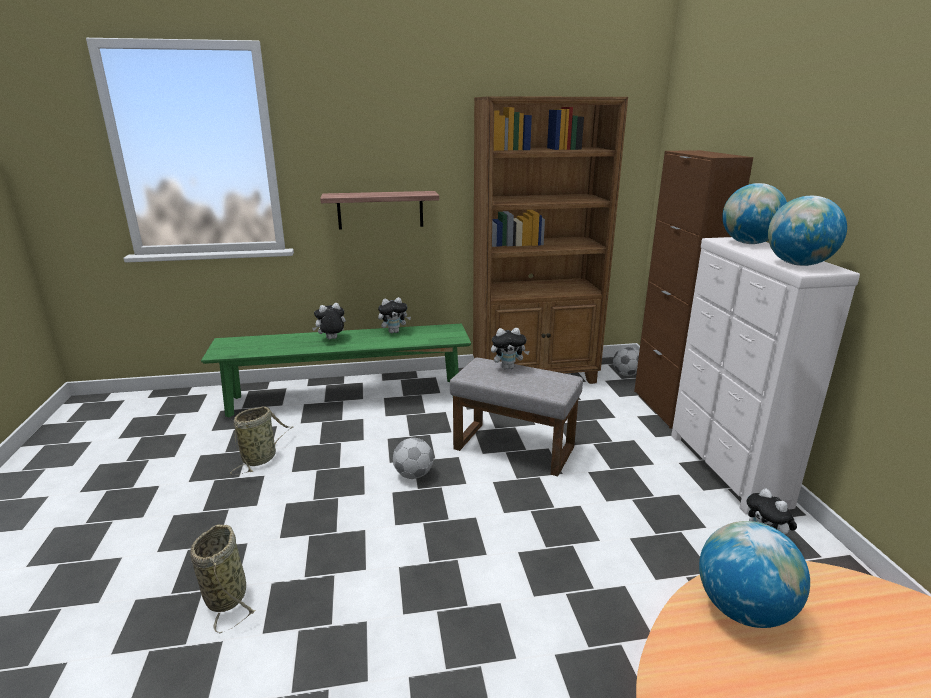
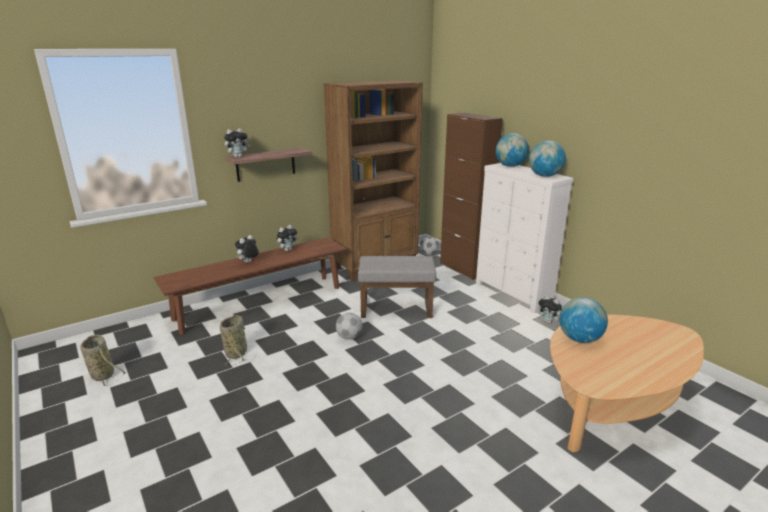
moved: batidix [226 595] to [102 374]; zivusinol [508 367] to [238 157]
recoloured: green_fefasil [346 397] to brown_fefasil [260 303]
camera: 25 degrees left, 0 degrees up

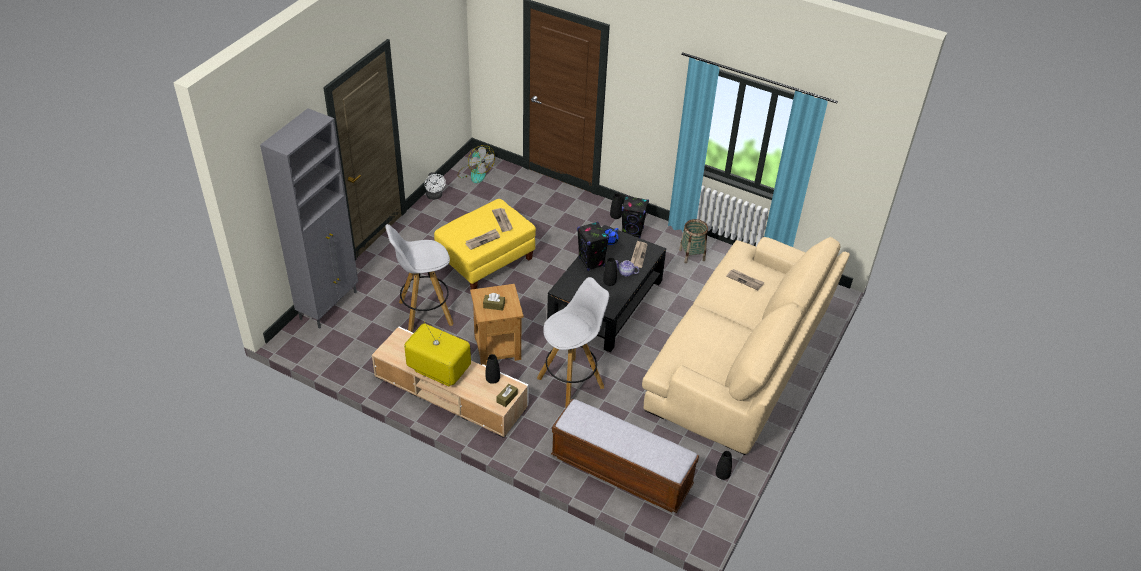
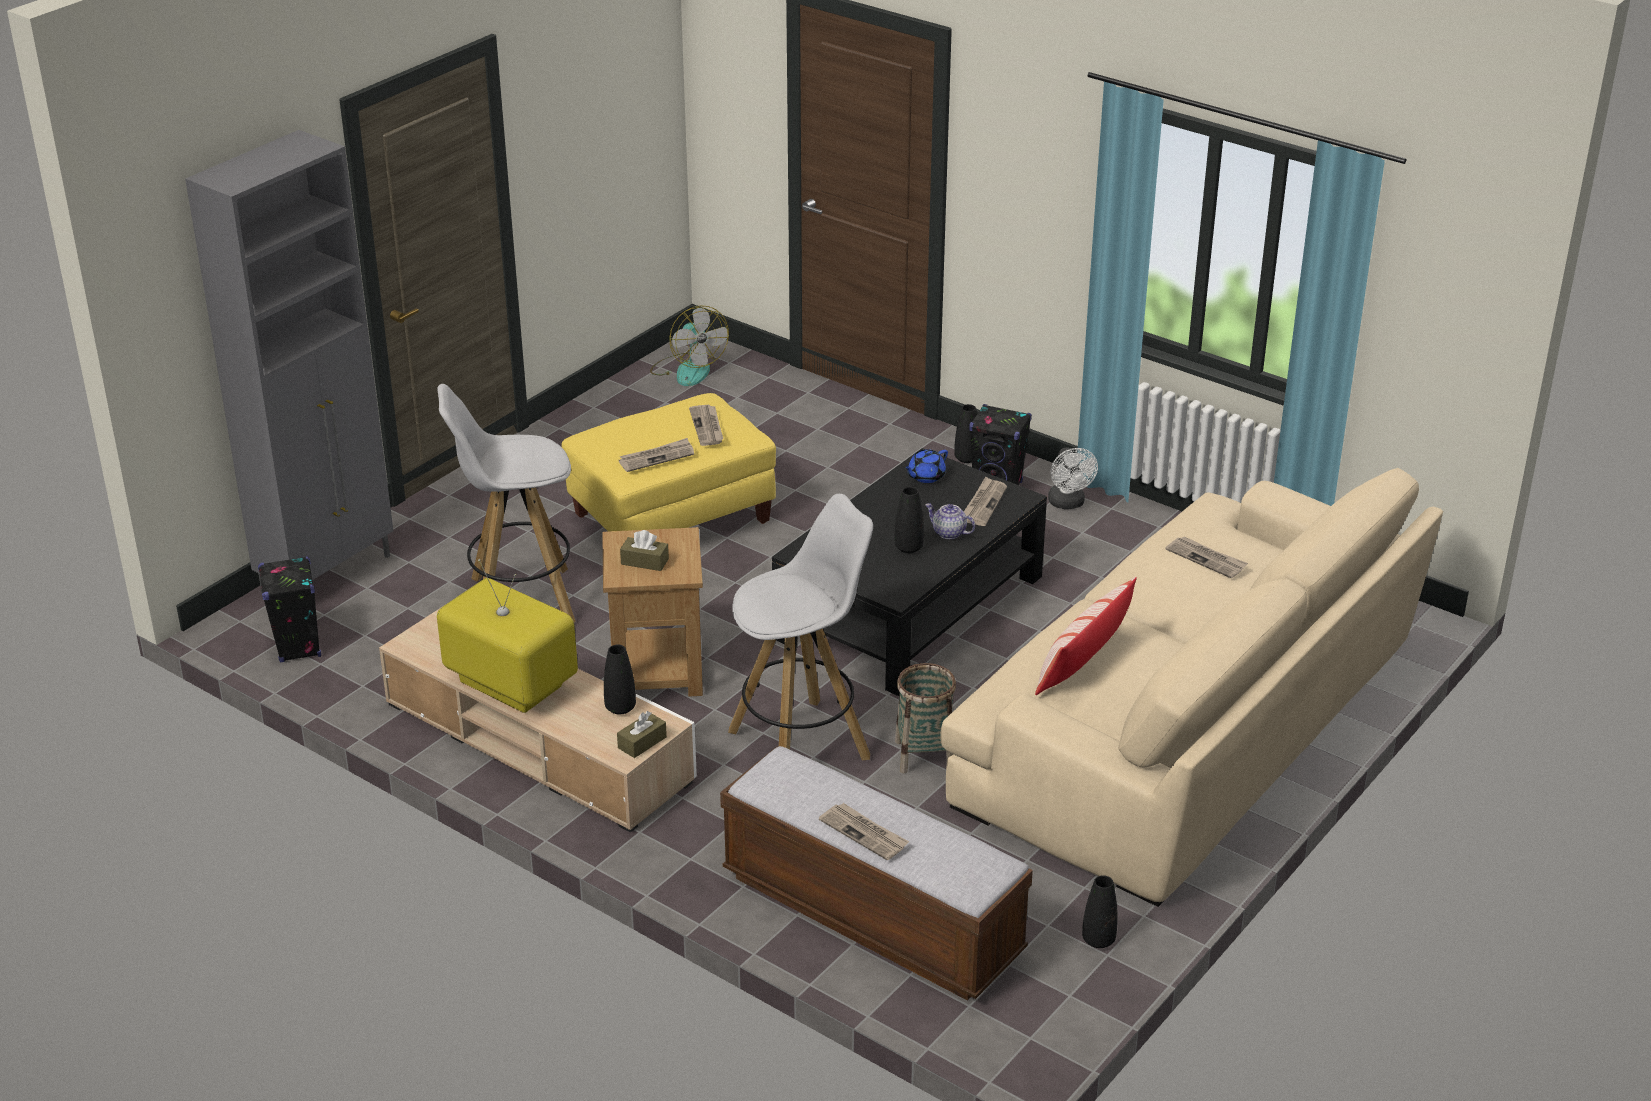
added: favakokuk [864 833]; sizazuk [1083 662]
moved: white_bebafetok [435 196] to [1068 504]; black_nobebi [591 262] to [298 647]; batidix [692 255] to [924 755]
camera: 10 degrees right, 10 degrees down

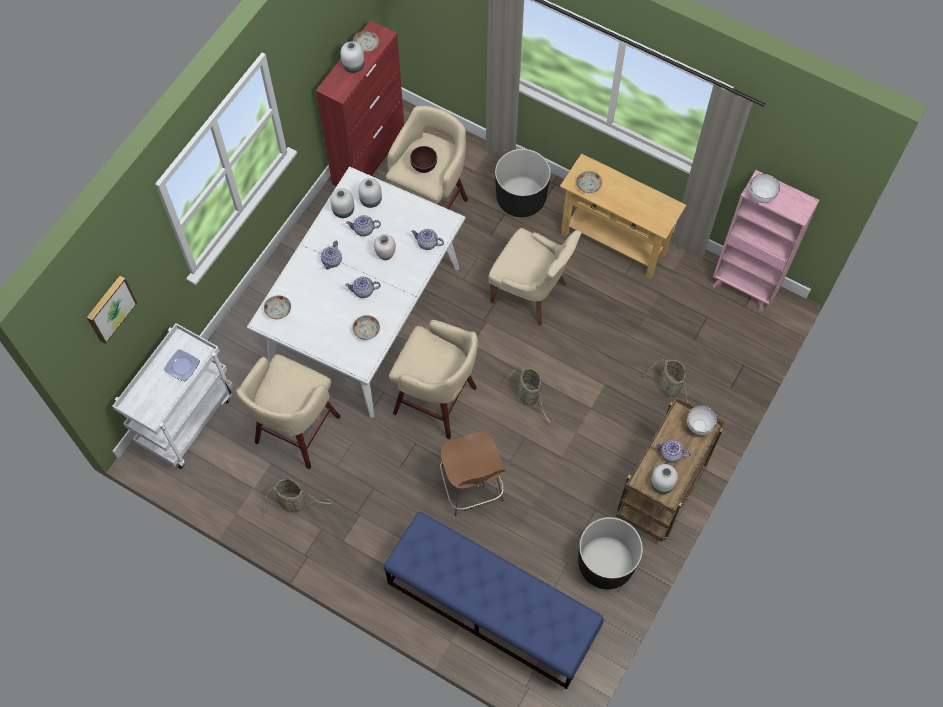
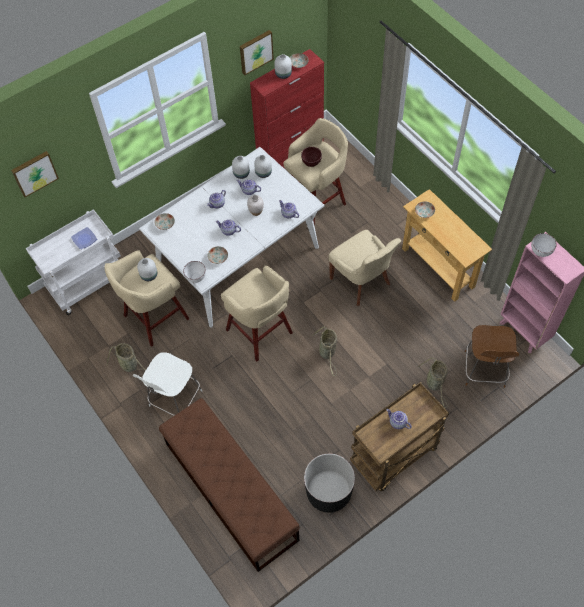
removed: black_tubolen [521 198]
added: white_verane [174 400]; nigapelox [255 51]
moved: brown_verane [472 488] to [484 371]; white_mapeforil [662 483] to [149 275]; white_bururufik [698 427] to [195 278]
recoloured: blue_fefasil [491 608] to brown_fefasil [230 491]
camera: 25 degrees right, 5 degrees down

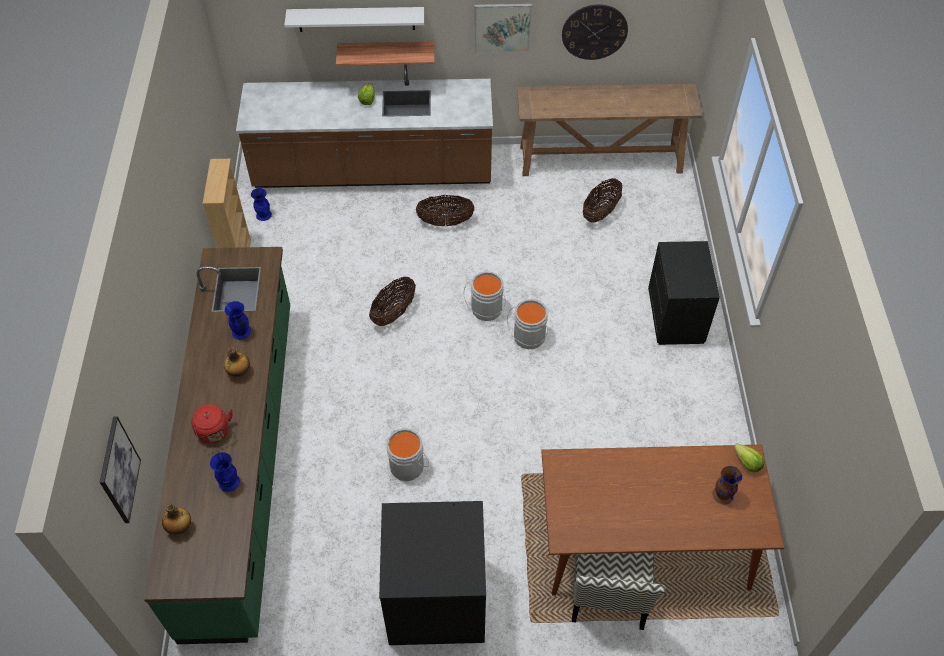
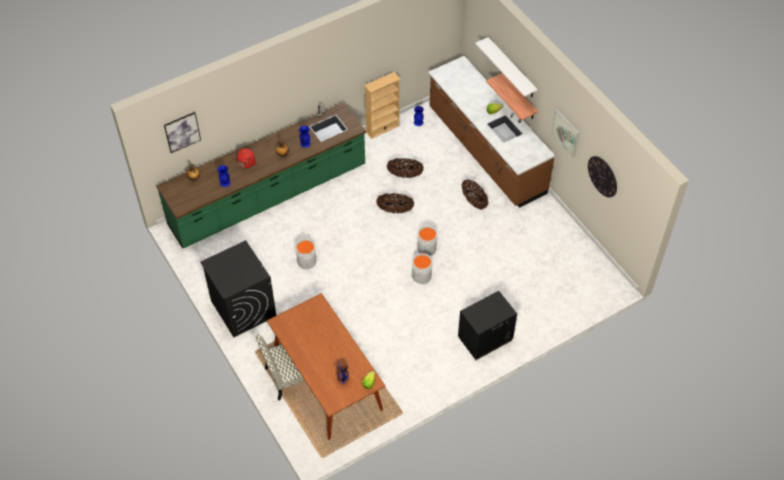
removed: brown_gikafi [601 159]
moved: batidix [600 212] to [405 174]
camera: 60 degrees right, 0 degrees up

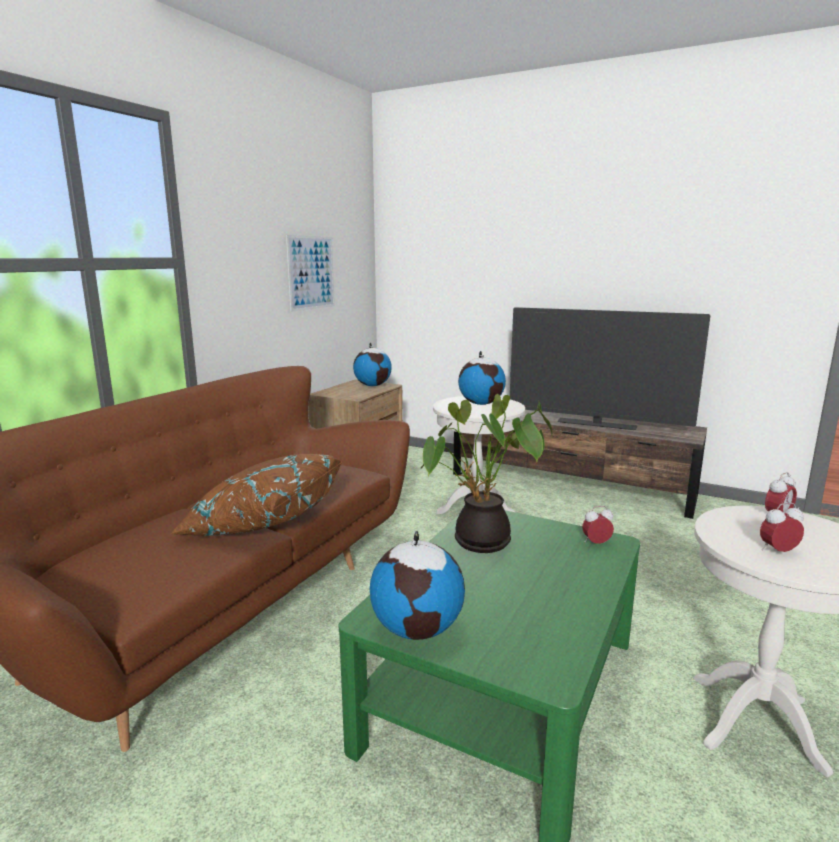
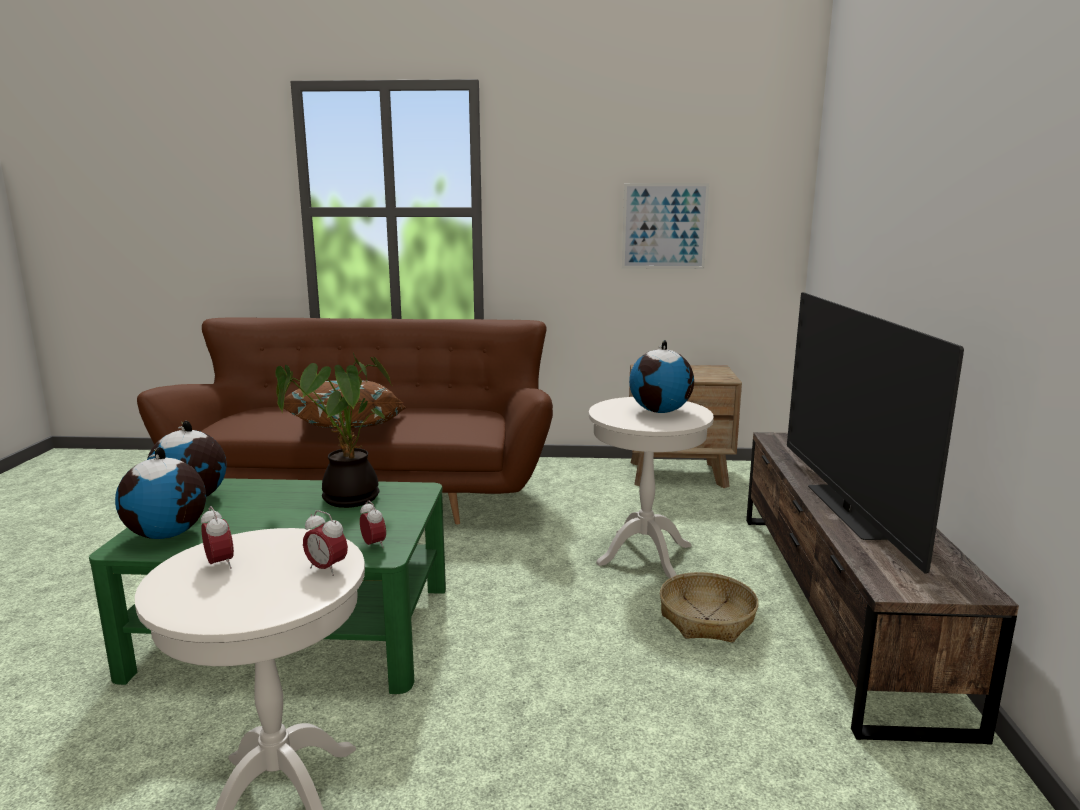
added: batidix [707 619]
moved: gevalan [373 385] to [168 534]
camera: 65 degrees right, 0 degrees up

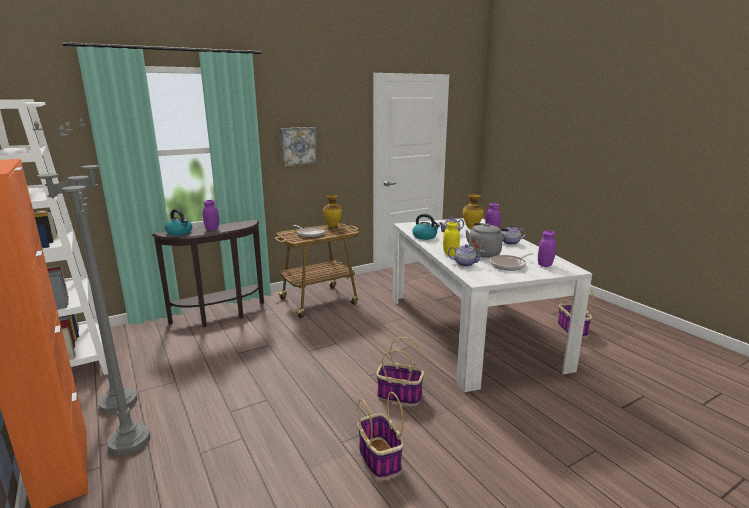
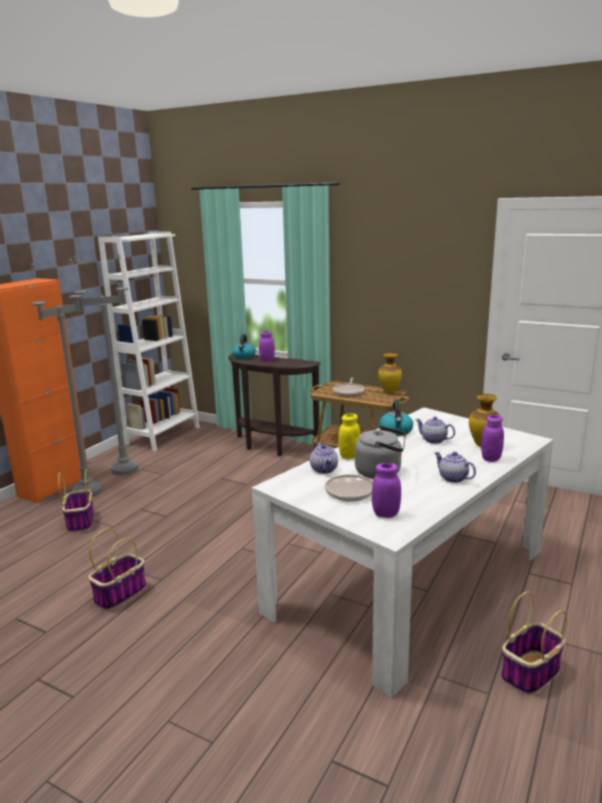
removed: nigapelox [298 146]
moved: batidix [398 395] to [80 521]
camera: 60 degrees right, 0 degrees up

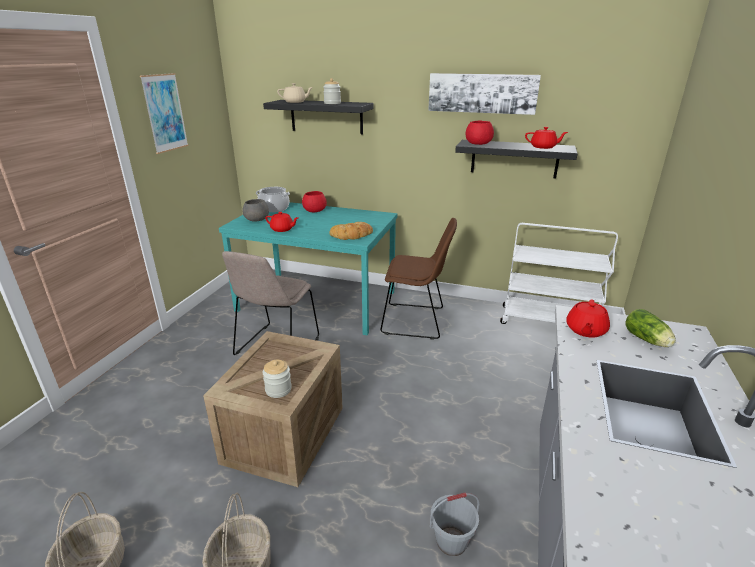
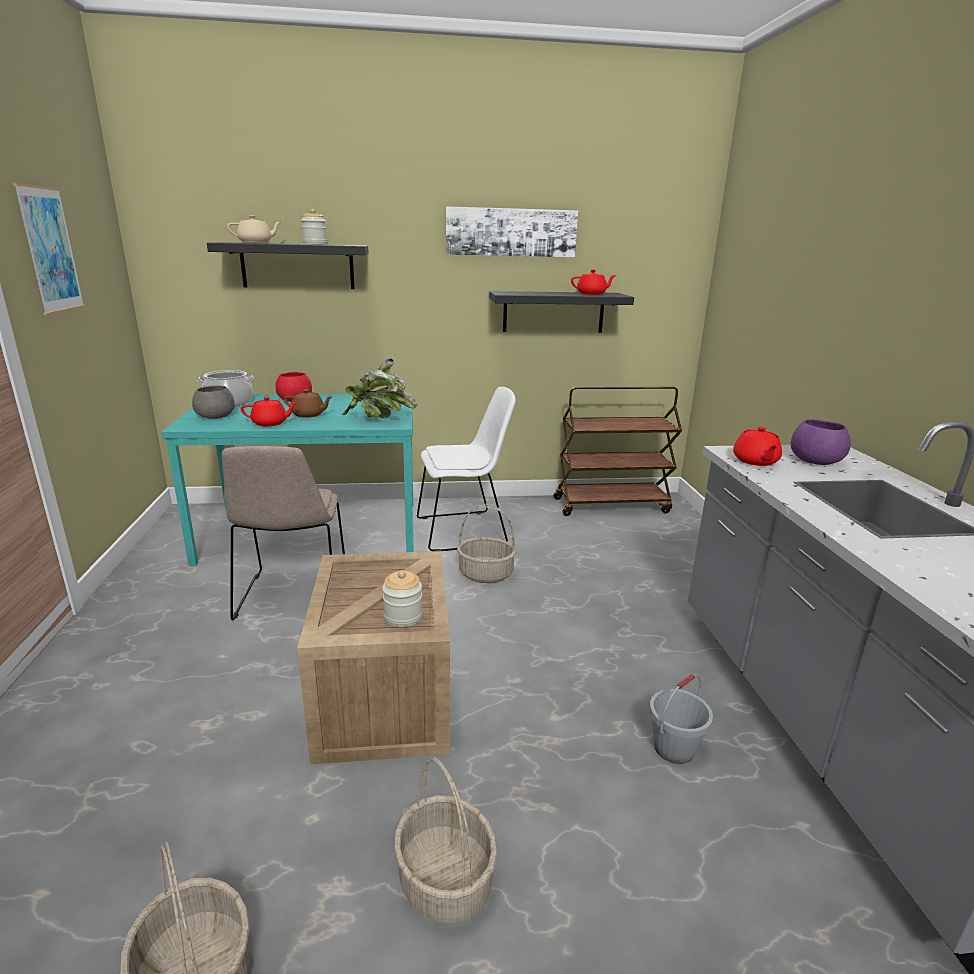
removed: red_bururufik [478 143]
added: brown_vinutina [308 415]; batidix [486 574]
replaced: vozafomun [352 235] to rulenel [379 420]; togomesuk [647 340] to purple_bururufik [814 460]
recoloured: brown_verane [416 321] to white_verane [464 531]; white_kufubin [548 321] to brown_kufubin [611 505]
camera: 25 degrees left, 5 degrees down

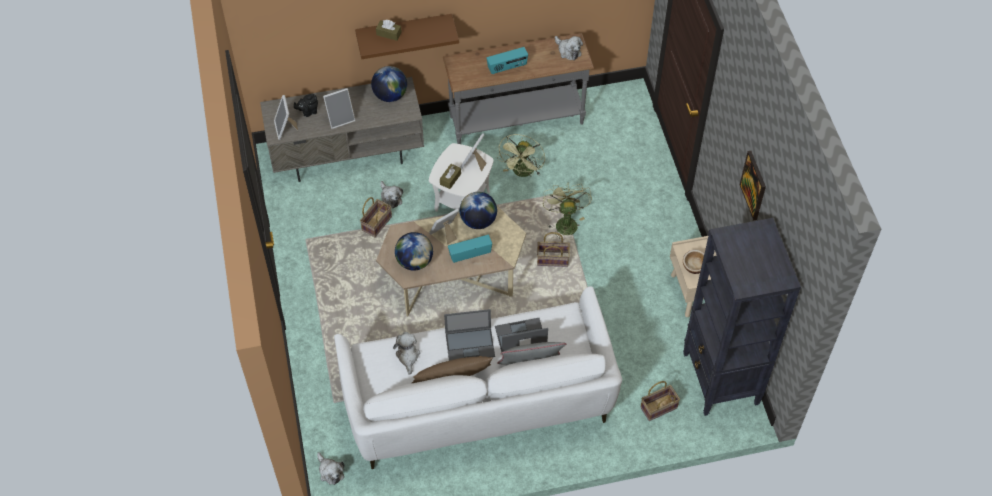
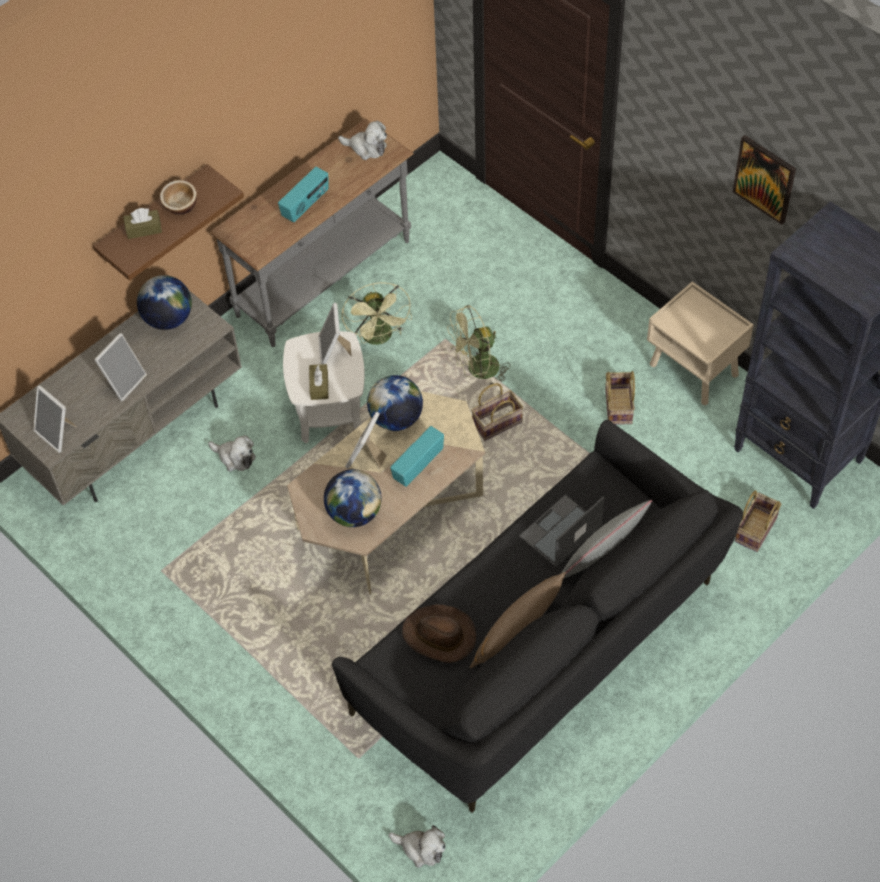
removed: black_vinutina [308 112]; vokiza [470 344]
moved: batidix [376 223] to [617 405]; bururufik [694 266] to [180 205]
replaced: zivusinol [407 356] to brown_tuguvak [439 636]
recoloured: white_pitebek [478 403] to black_pitebek [541 649]
turned: green_bebafetok [564 222] = [477 370] 75 degrees counterclockwise
camera: 30 degrees left, 0 degrees up

